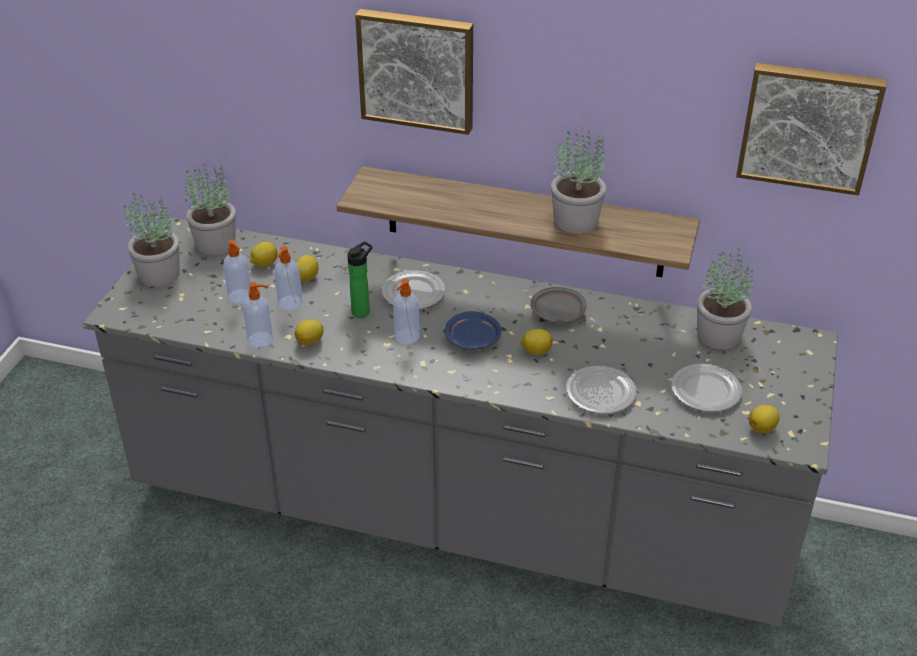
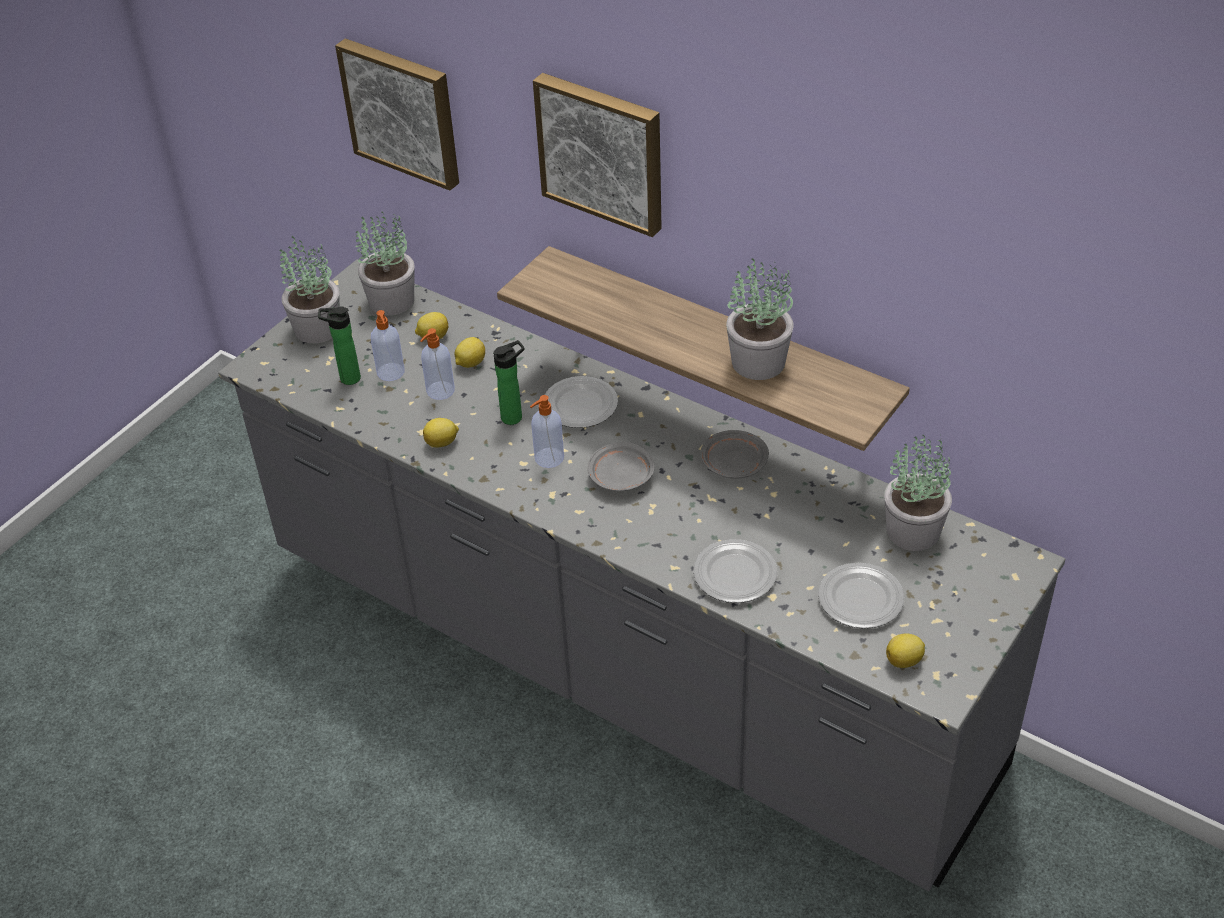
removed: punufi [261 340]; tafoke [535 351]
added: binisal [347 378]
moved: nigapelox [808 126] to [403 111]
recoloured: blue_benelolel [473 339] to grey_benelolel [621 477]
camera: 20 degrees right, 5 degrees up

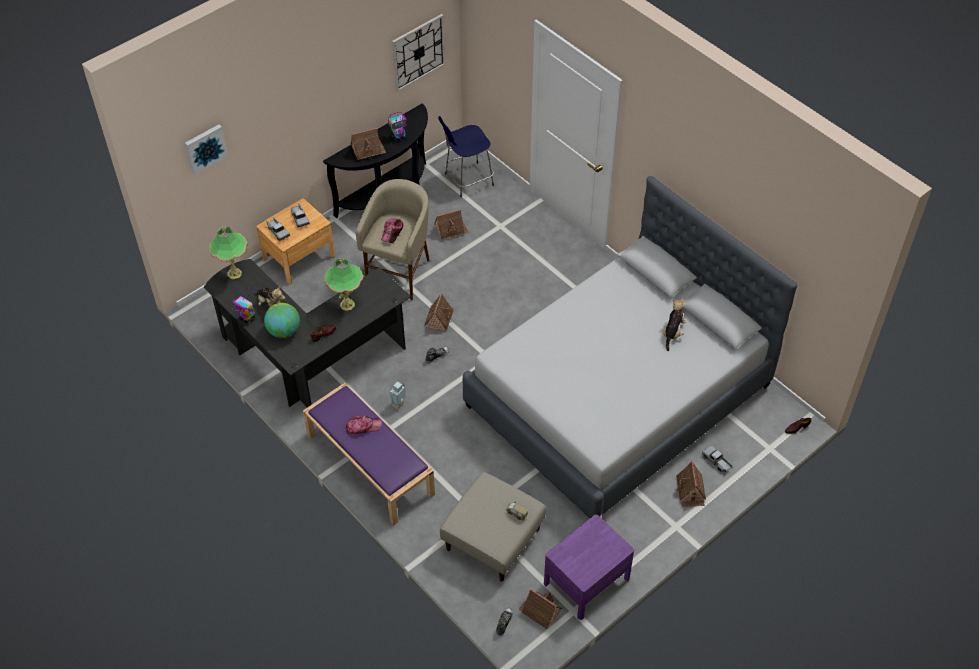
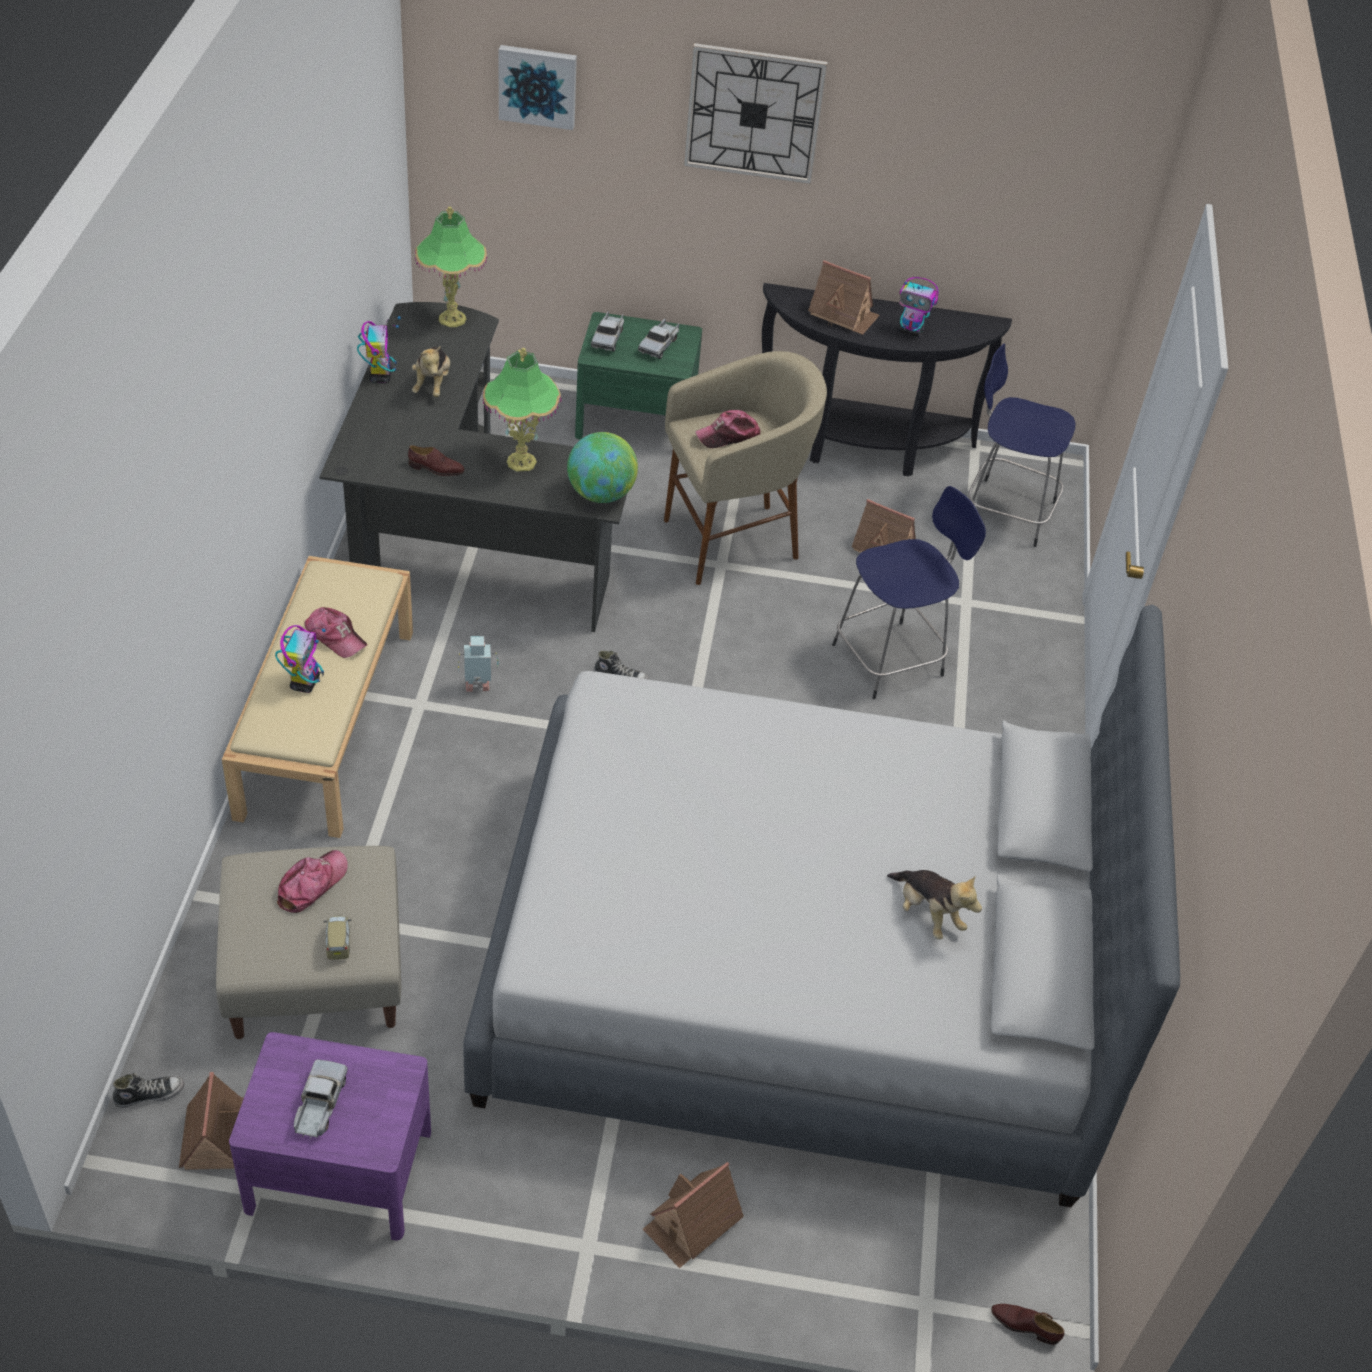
removed: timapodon [439 318]
added: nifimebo [305 682]; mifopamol [312 884]; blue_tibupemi [891 659]
moved: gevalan [284 331] to [601 494]; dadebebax [418 52] to [754 113]; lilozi [716 461] to [320 1104]
recoloured: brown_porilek [299 257] to green_porilek [636 420]; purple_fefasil [369 464] to beige_fefasil [326 720]
turned: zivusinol [672 332] = [927 914] 75 degrees clockwise
camera: 45 degrees right, 5 degrees down

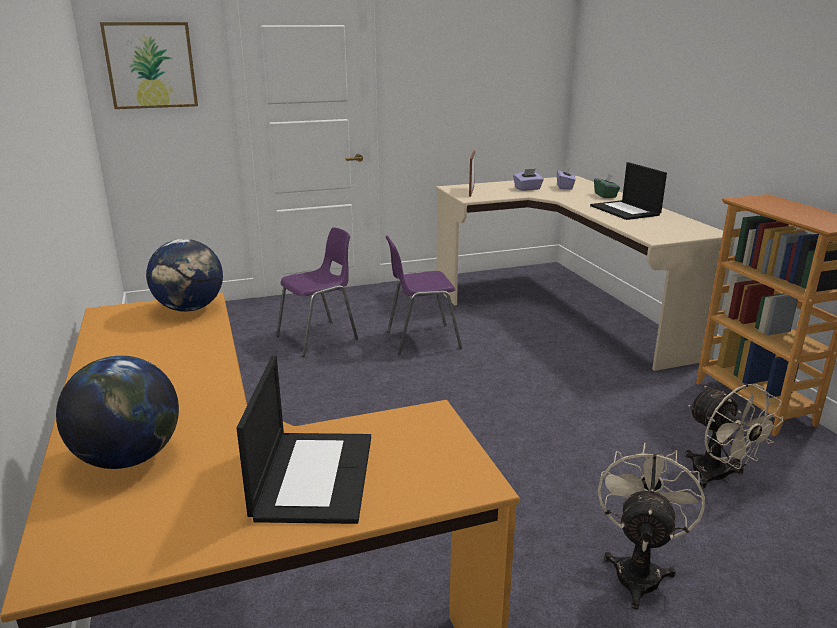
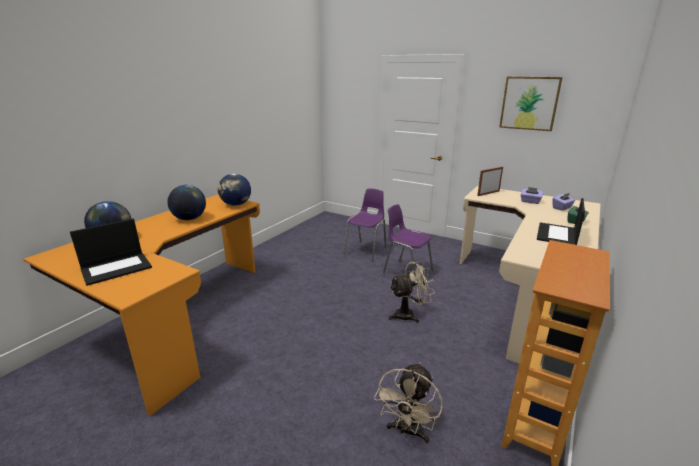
added: gevalan [189 219]
moved: nigapelox [151 65] to [529 103]; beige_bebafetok [638 570] to [409 314]
turned: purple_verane [319 338] = [366 250] 75 degrees counterclockwise
camera: 50 degrees right, 0 degrees up

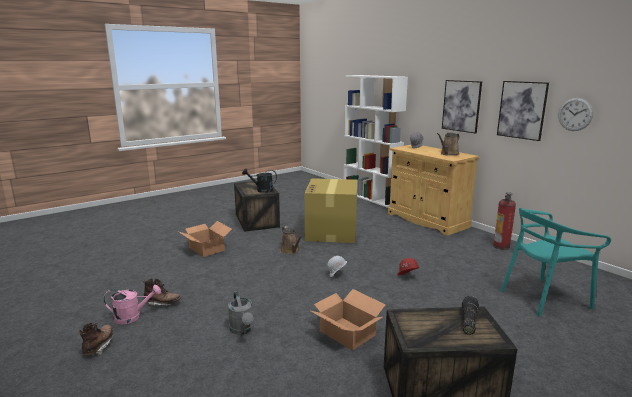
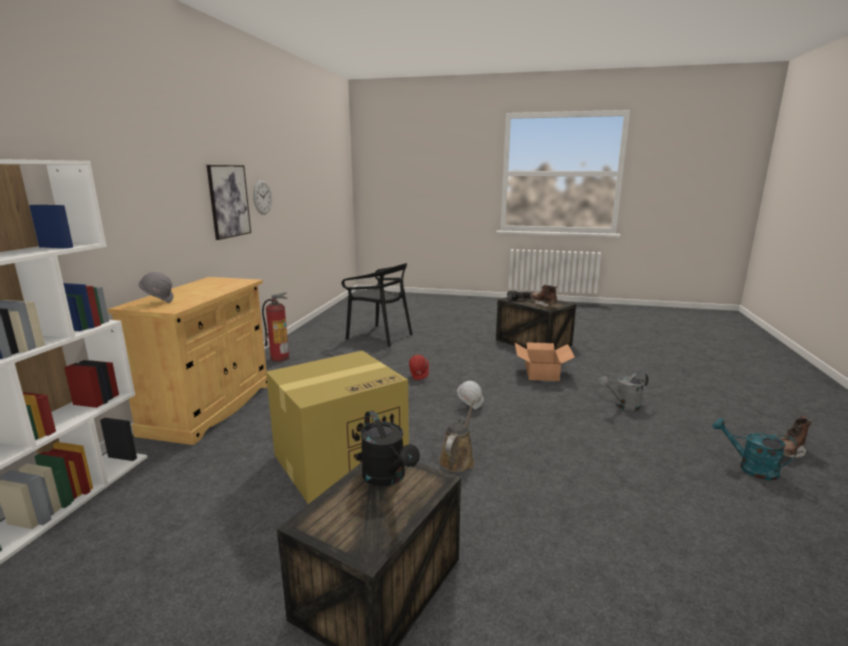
removed: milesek [206 248]; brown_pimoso [448 154]; nigapelox [461 106]
moved: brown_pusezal [162 303] to [543 304]
recoloured: pink_pimoso [132 317] to turquoise_pimoso [750 468]; turquoise_verane [544 298] to black_verane [380 336]
turned: grey_pimoso [243 330] = [623 406] 135 degrees counterclockwise
camera: 130 degrees left, 0 degrees up

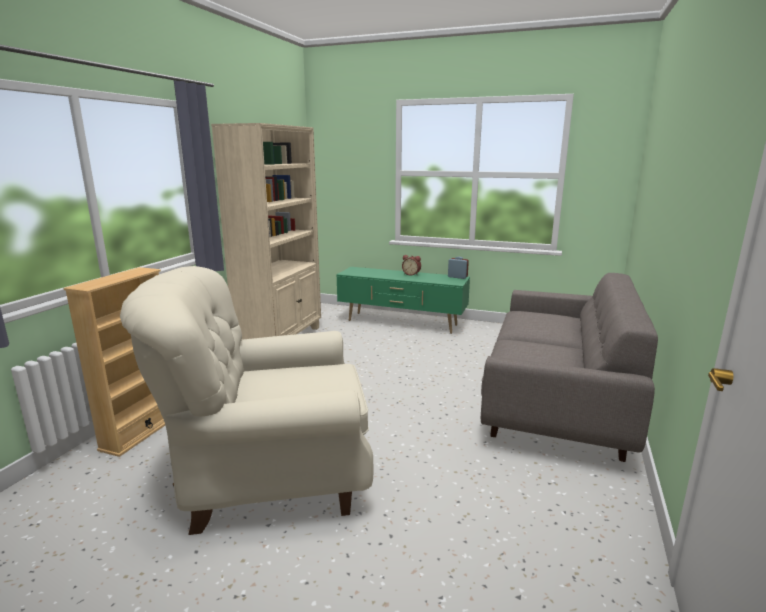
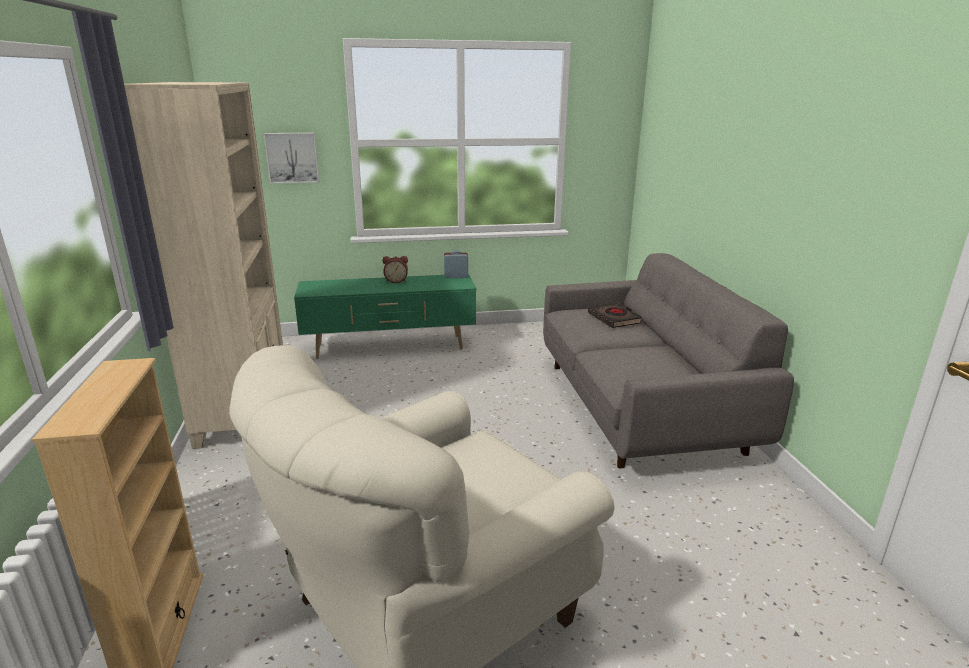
added: nigapelox [292 157]; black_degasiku [614 319]
camera: 30 degrees left, 5 degrees up

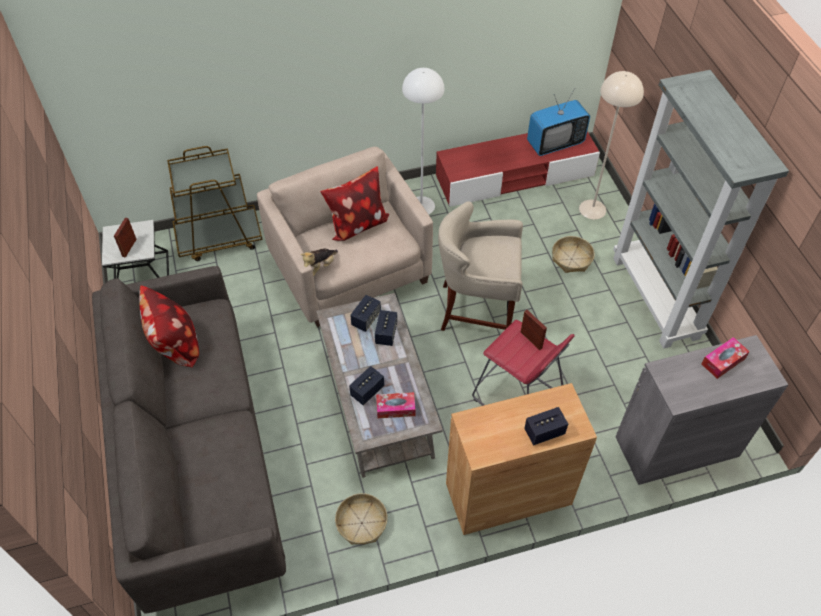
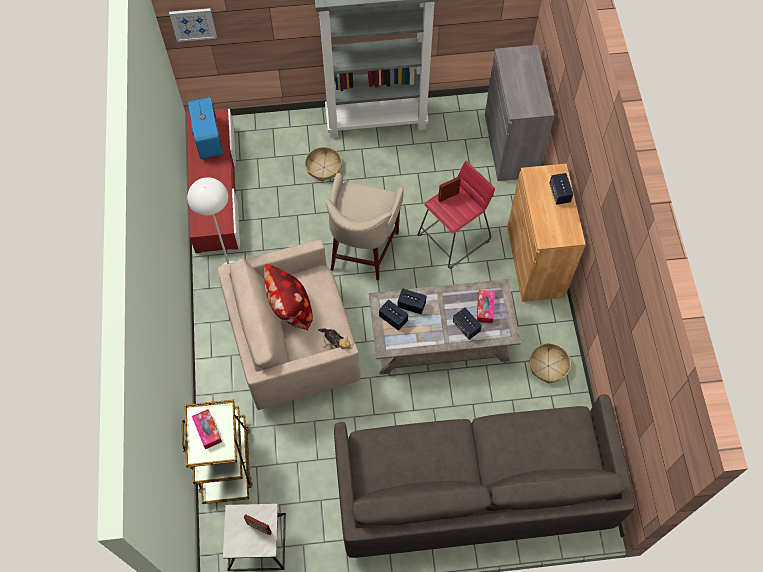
removed: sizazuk [175 345]; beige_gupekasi [592 209]
added: nigapelox [193 24]
moved: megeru [723 361] to [207 430]
camera: 80 degrees left, 10 degrees up

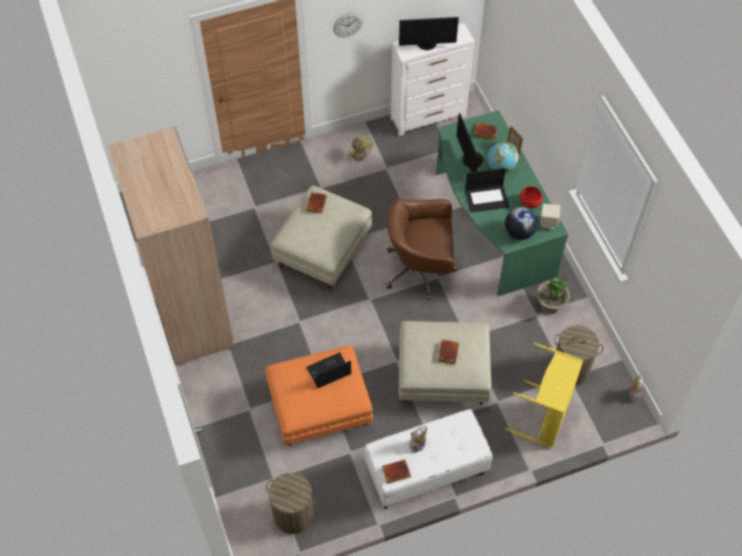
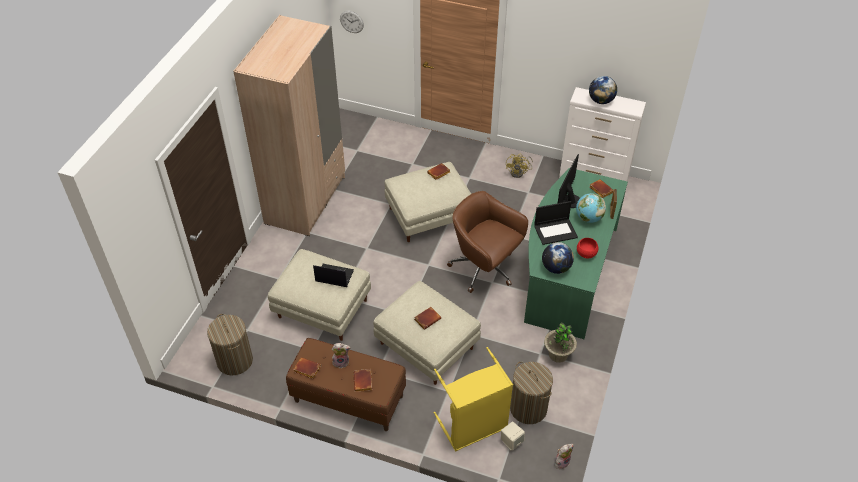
added: brown_degasiku [363 382]
moved: dadebebax [347 25] to [351 21]; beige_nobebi [548 222] to [511 441]
replaced: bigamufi [427 44] to gevalan [601 101]
recoloured: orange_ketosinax [319 408] to beige_ketosinax [321 308]; white_fefasil [426 471] to brown_fefasil [348 399]
turned: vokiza [487 198] = [555 231] 45 degrees counterclockwise
camera: 40 degrees right, 10 degrees down

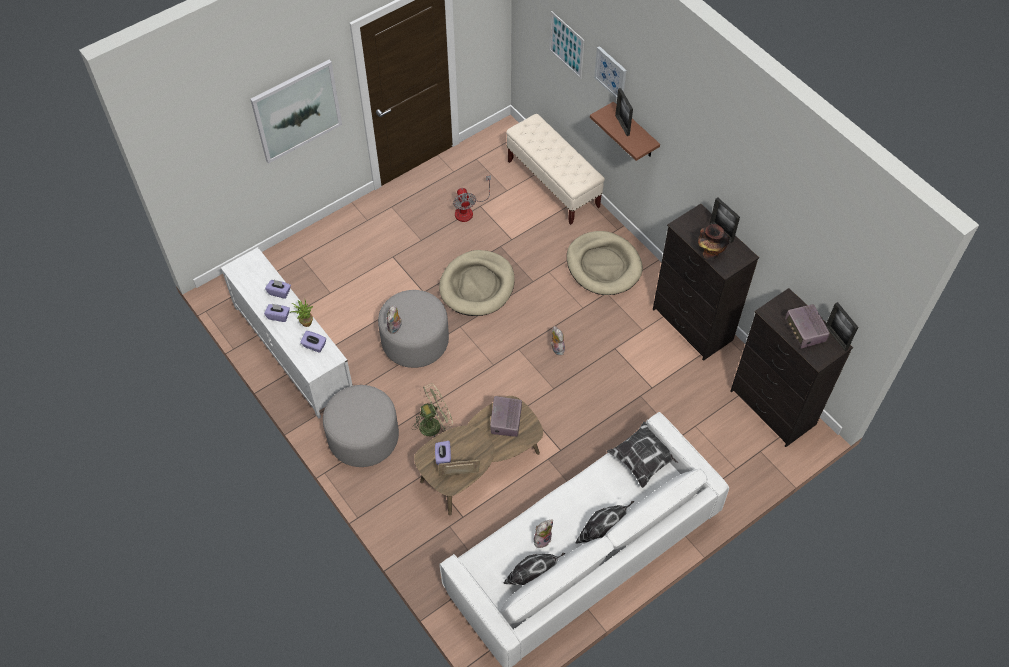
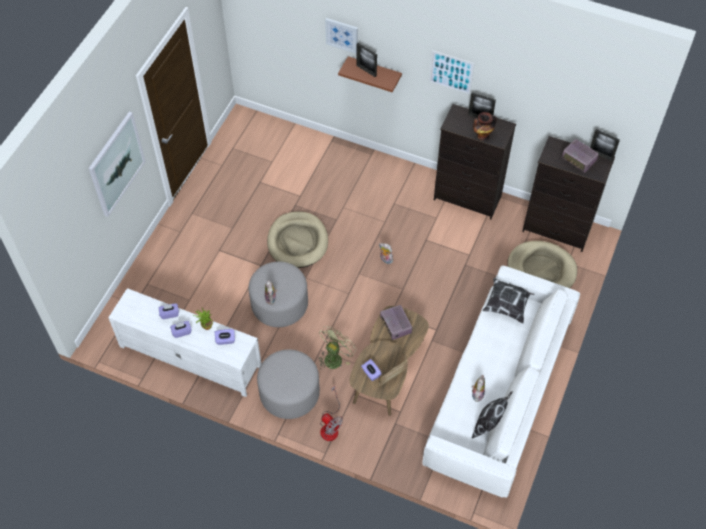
removed: beige_fefasil [553 184]; sizazuk [602 533]
moved: bebafetok [468 210] to [330 426]; nigapelox [566 45] to [451 72]; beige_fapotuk [603 265] to [541 270]
camera: 30 degrees left, 0 degrees up

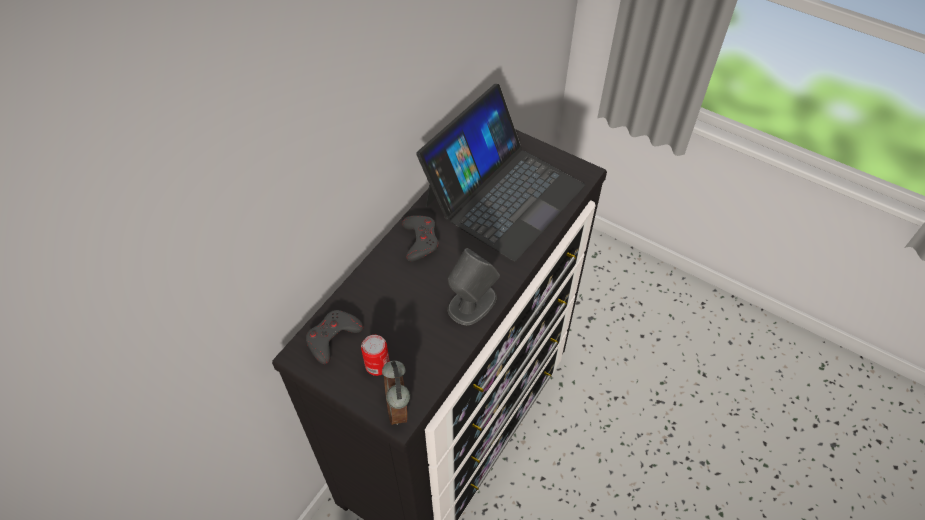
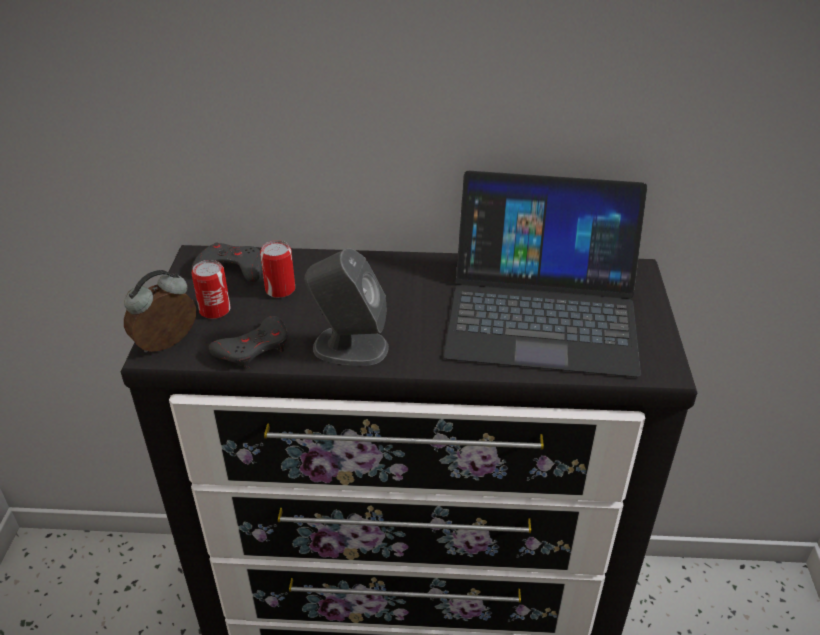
added: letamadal [280 289]
moved: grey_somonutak [420 240] to [253 348]
camera: 60 degrees right, 15 degrees down

